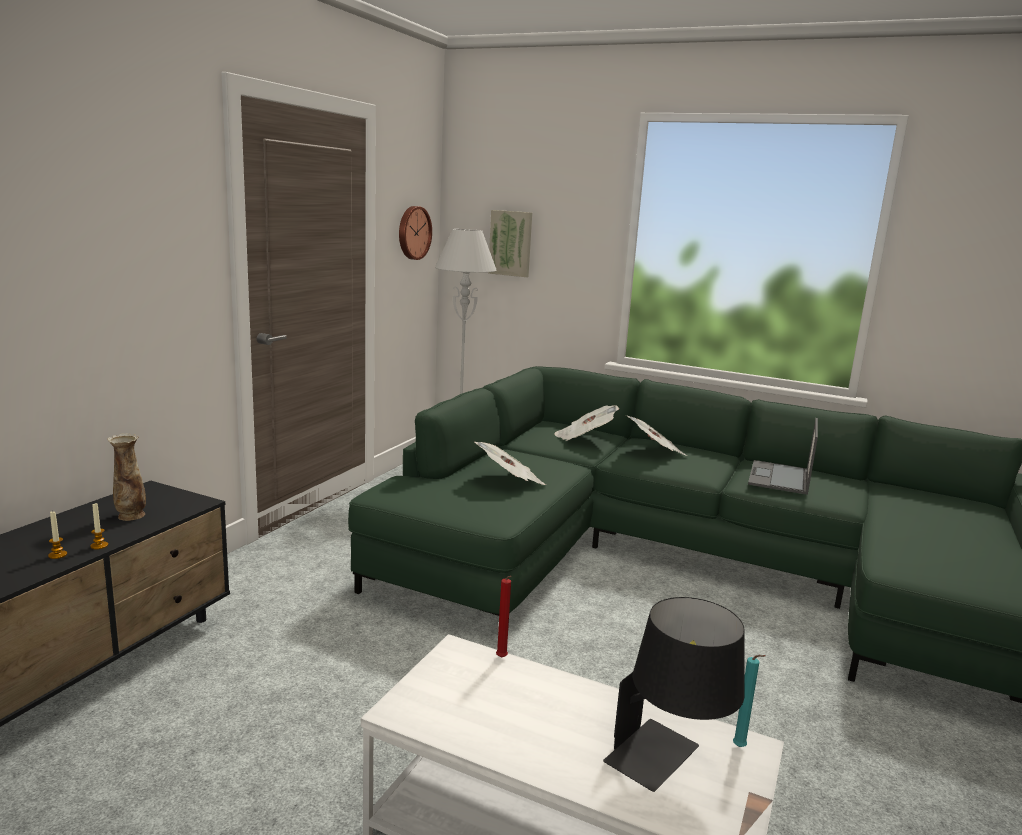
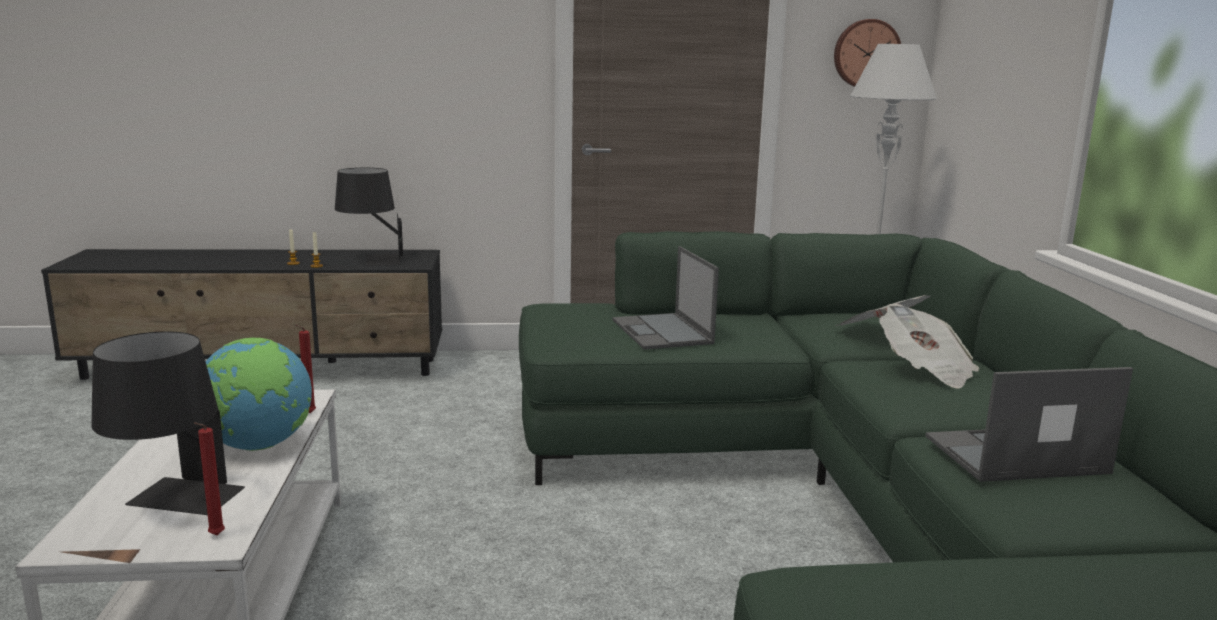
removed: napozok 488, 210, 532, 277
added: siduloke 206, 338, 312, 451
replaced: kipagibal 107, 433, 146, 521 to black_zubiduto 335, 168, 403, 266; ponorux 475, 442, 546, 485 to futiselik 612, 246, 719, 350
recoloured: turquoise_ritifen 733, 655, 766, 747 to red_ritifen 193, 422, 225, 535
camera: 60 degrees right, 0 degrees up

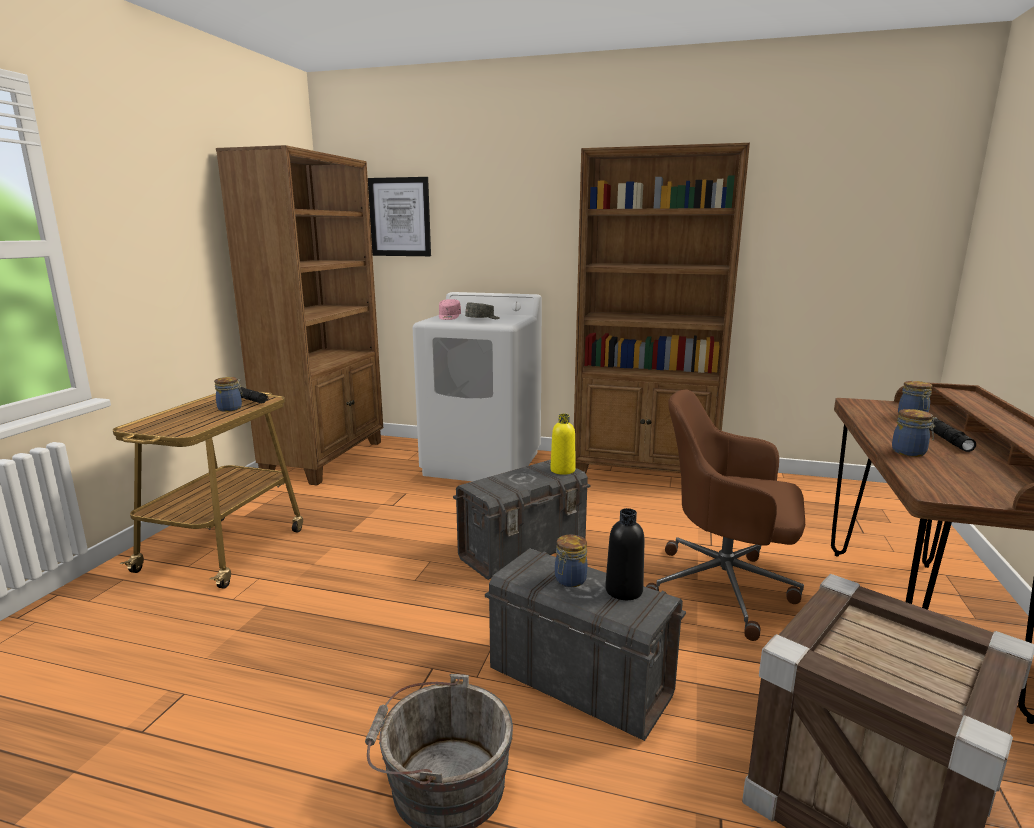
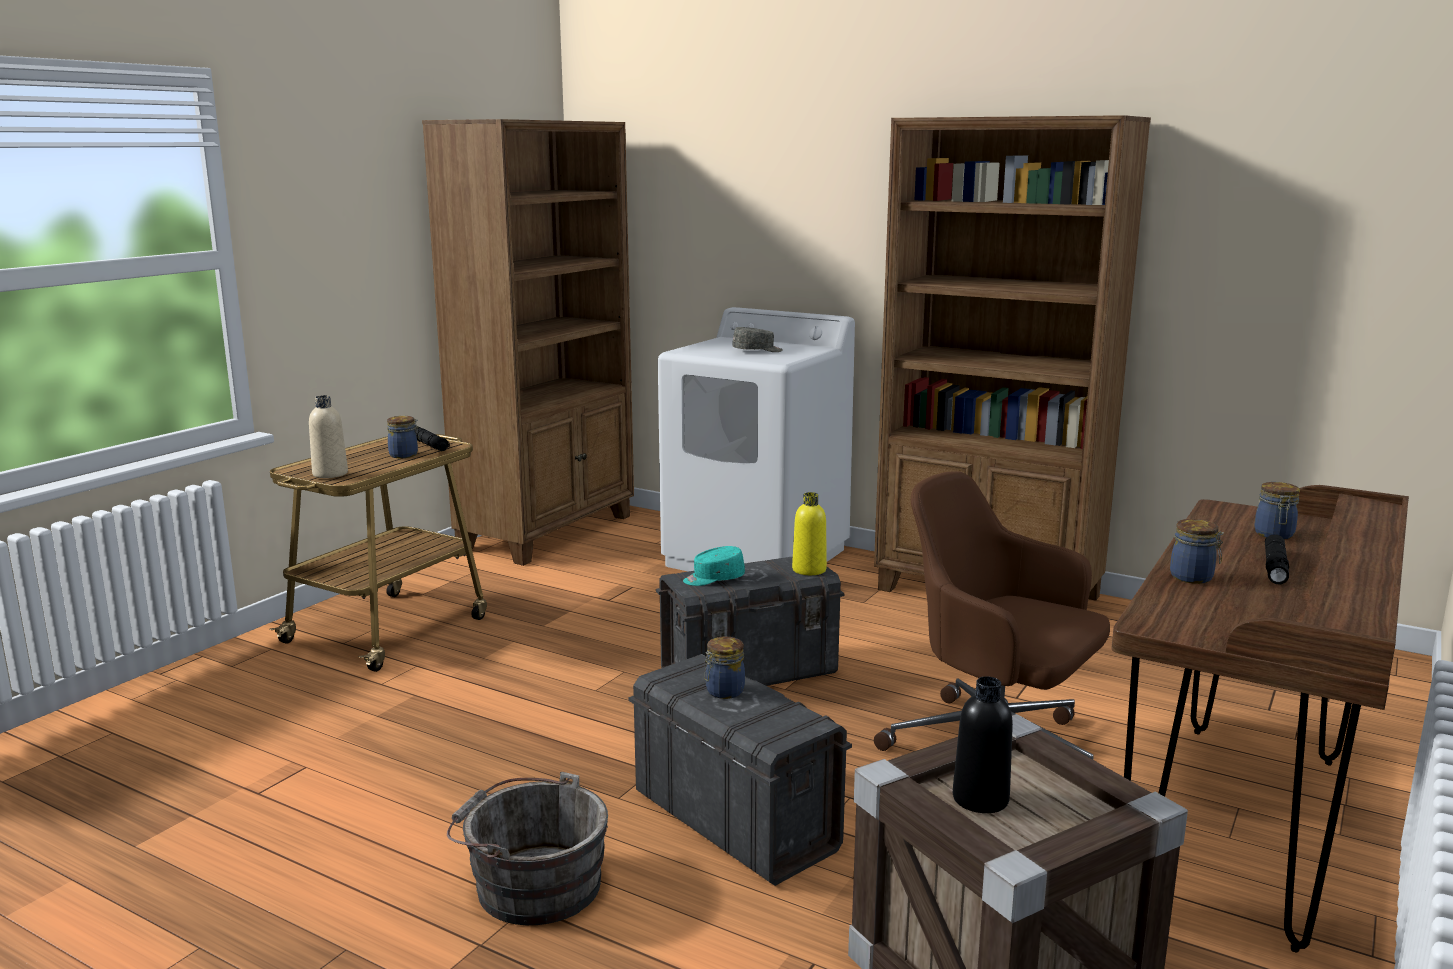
removed: napozok 368, 177, 431, 256; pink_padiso 439, 299, 461, 320
added: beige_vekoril 309, 395, 348, 478; turquoise_padiso 683, 546, 745, 586
moved: black_vekoril 605, 508, 645, 600 to 953, 676, 1013, 813
camera: 15 degrees right, 0 degrees up

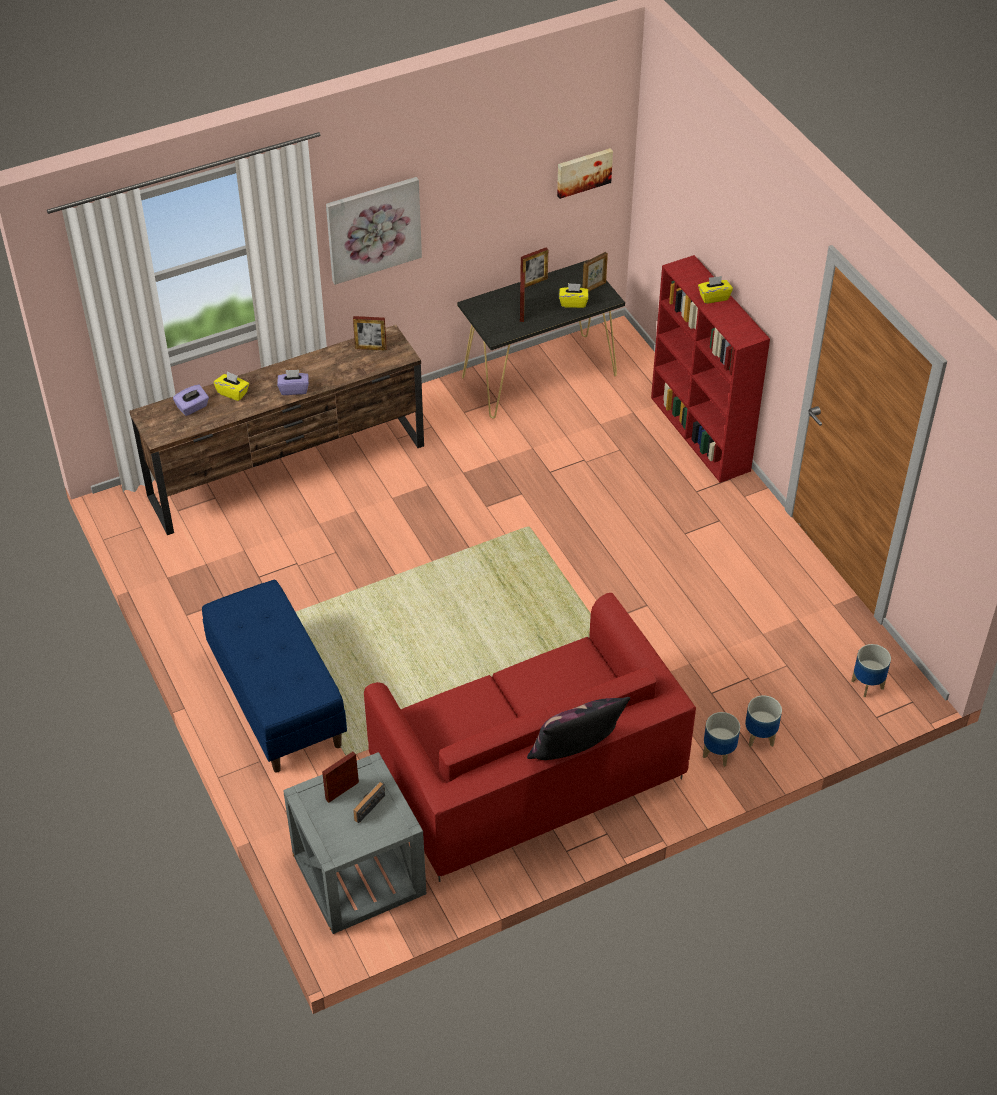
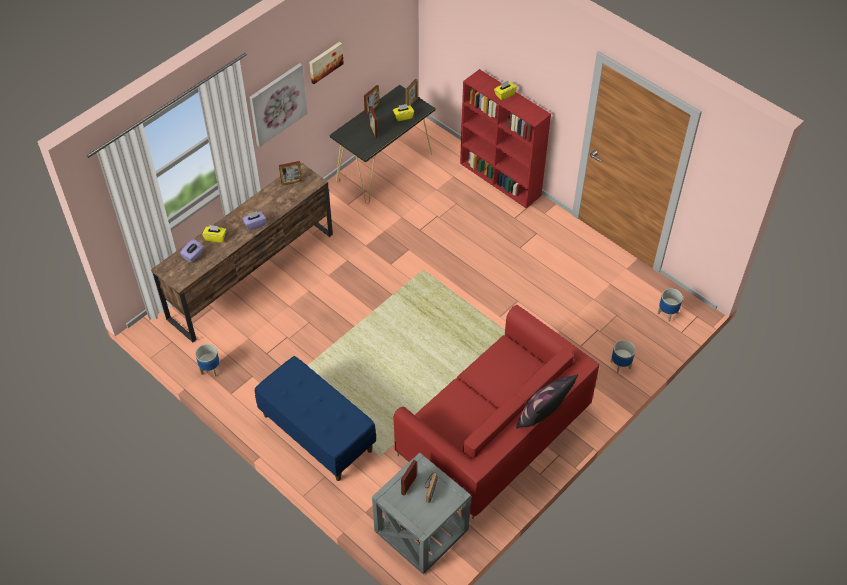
moved: napozok 557, 148, 613, 199 to 309, 42, 344, 84; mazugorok 703, 712, 740, 767 to 195, 344, 220, 377
camera: 20 degrees left, 5 degrees up

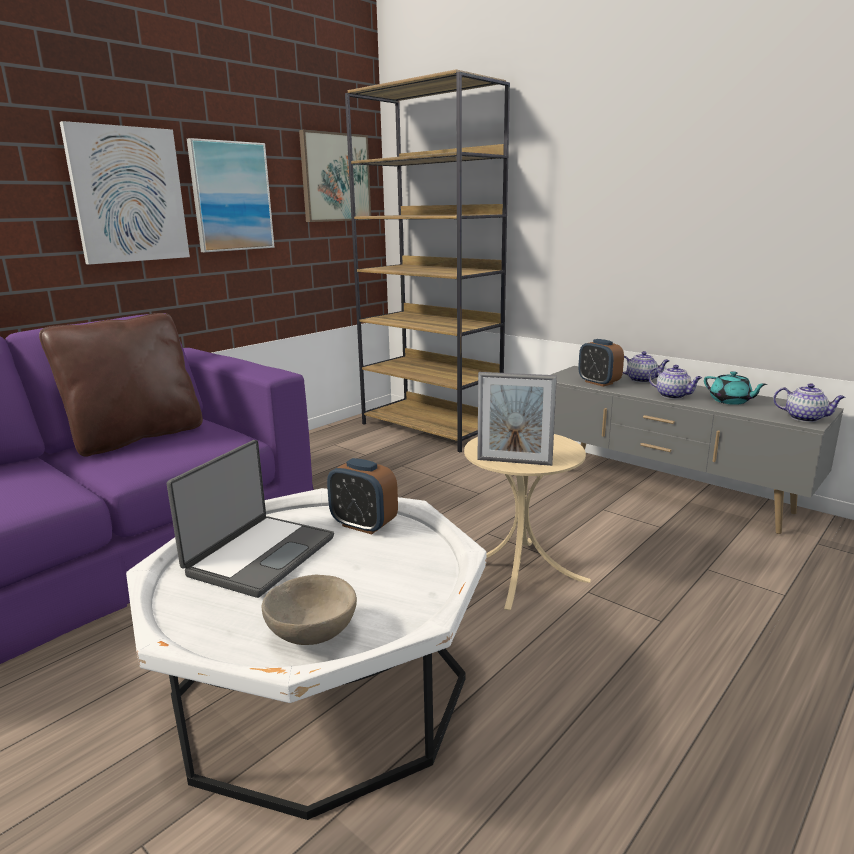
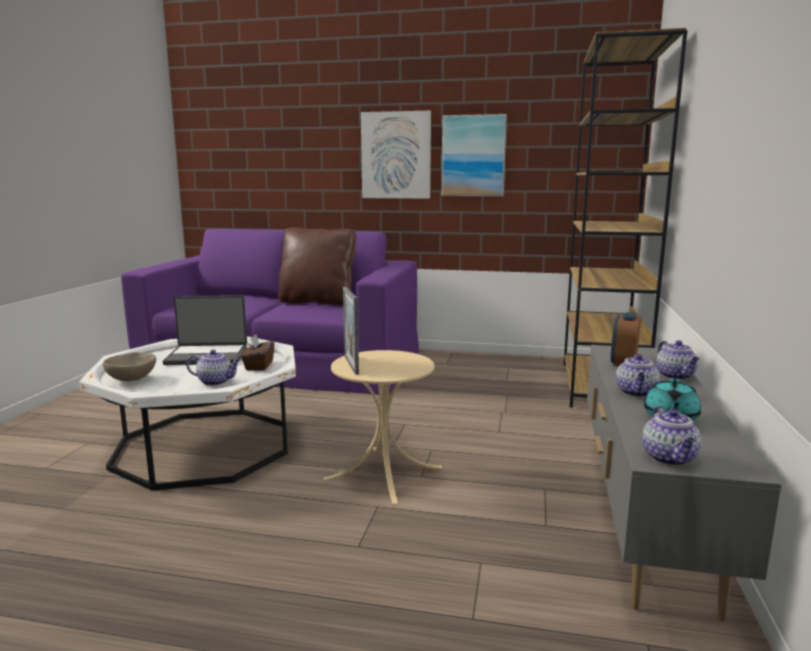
removed: napozok 299, 130, 371, 222
added: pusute 186, 350, 241, 386
replaced: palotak 327, 458, 398, 535 to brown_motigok 241, 335, 274, 370
camera: 60 degrees right, 5 degrees down

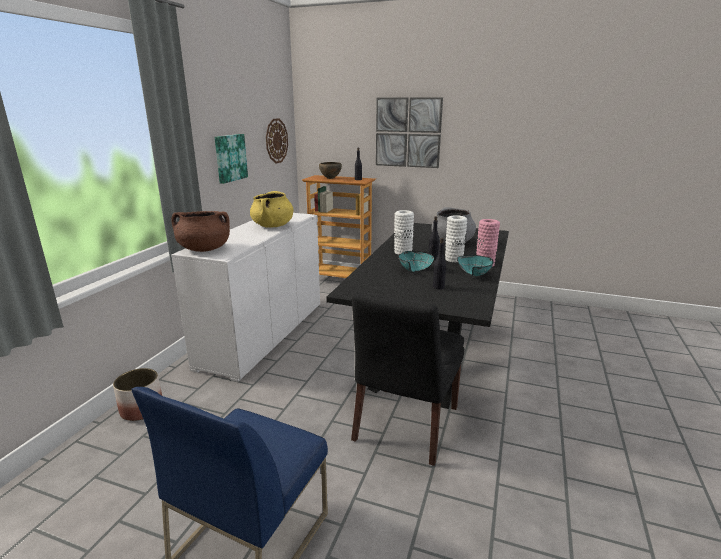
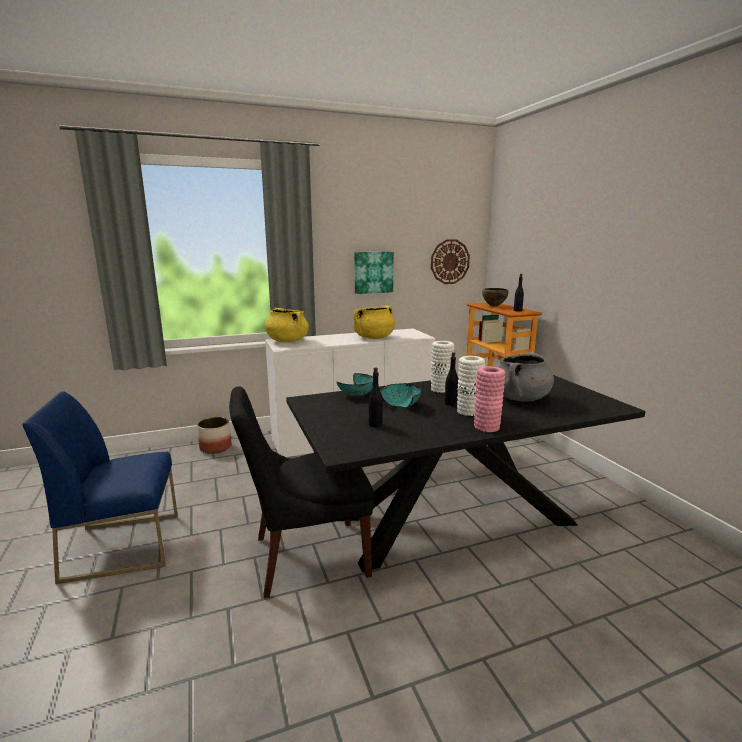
removed: napozok 376, 97, 443, 168
moved: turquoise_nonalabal 457, 255, 494, 276 to 337, 373, 373, 395
recoloured: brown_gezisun 171, 211, 230, 252 to yellow_gezisun 265, 308, 309, 342
camera: 50 degrees right, 5 degrees down

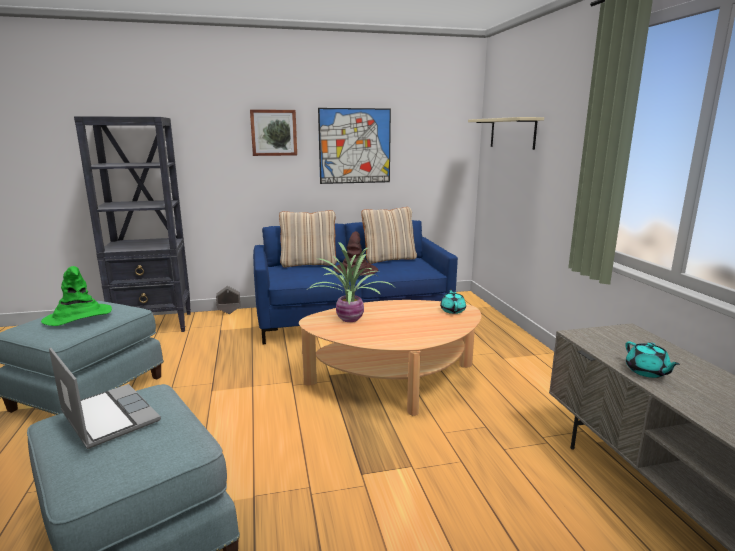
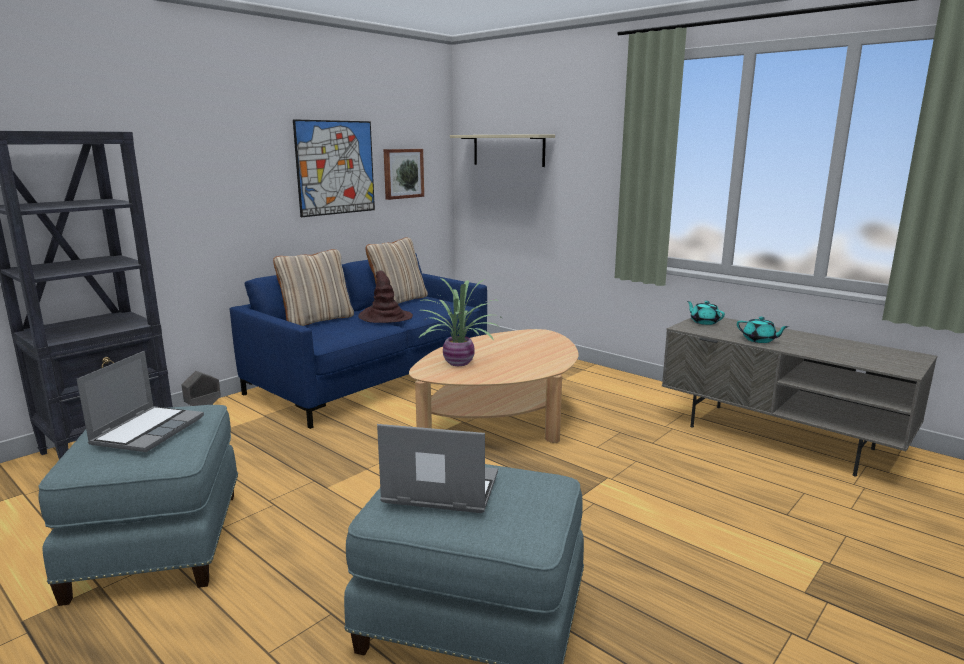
moved: napozok 250, 109, 297, 156 to 384, 149, 424, 200; turquoise_pusute 440, 289, 466, 314 to 687, 301, 725, 325
replaced: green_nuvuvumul 41, 266, 112, 326 to futiselik 77, 351, 204, 452
camera: 35 degrees left, 0 degrees up

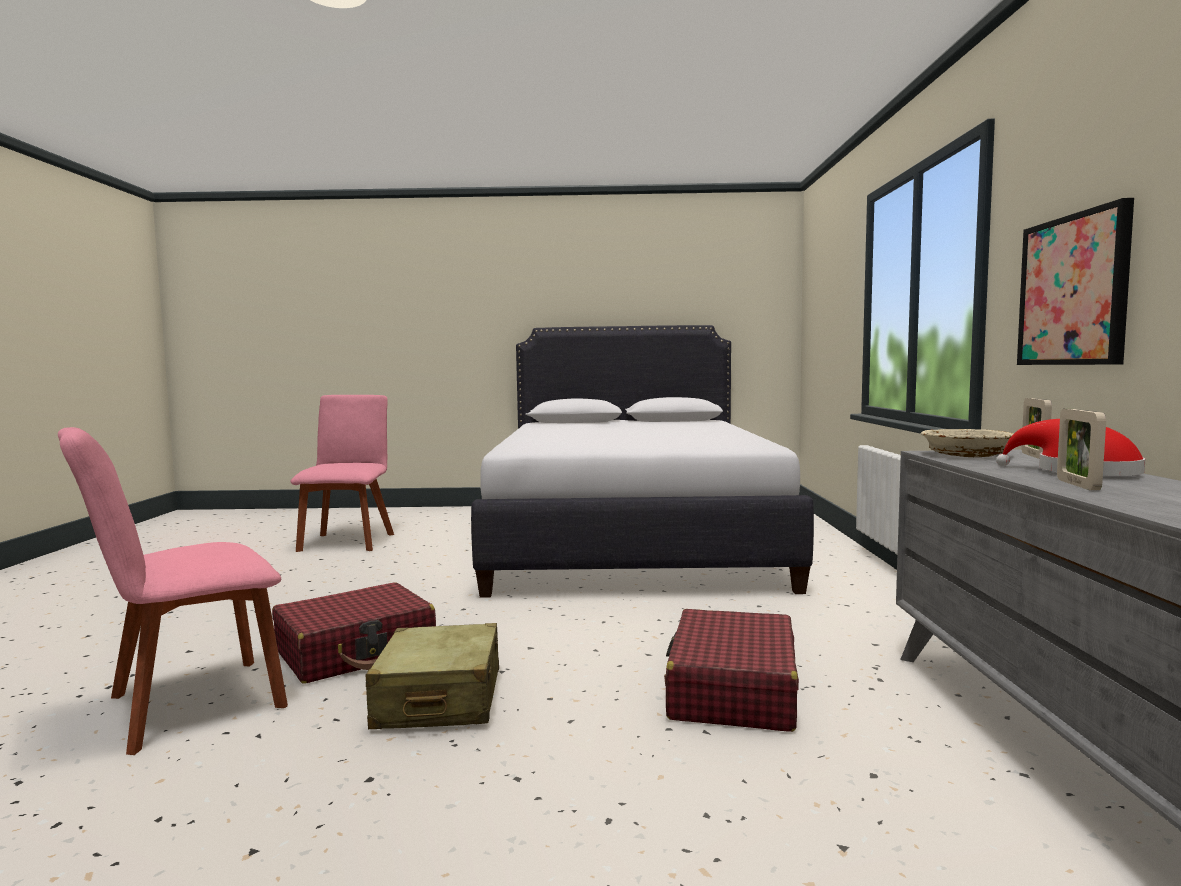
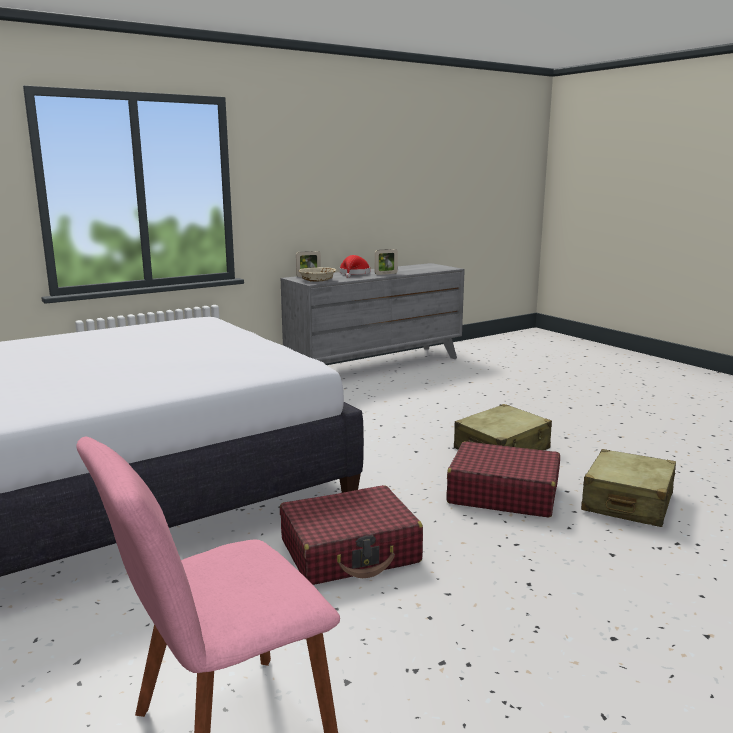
removed: napozok 1017, 198, 1134, 365
moved: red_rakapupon 664, 609, 799, 732 to 280, 485, 423, 585
replaced: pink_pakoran 58, 427, 288, 755 to beige_rakapupon 581, 449, 676, 527
camera: 125 degrees left, 10 degrees up

